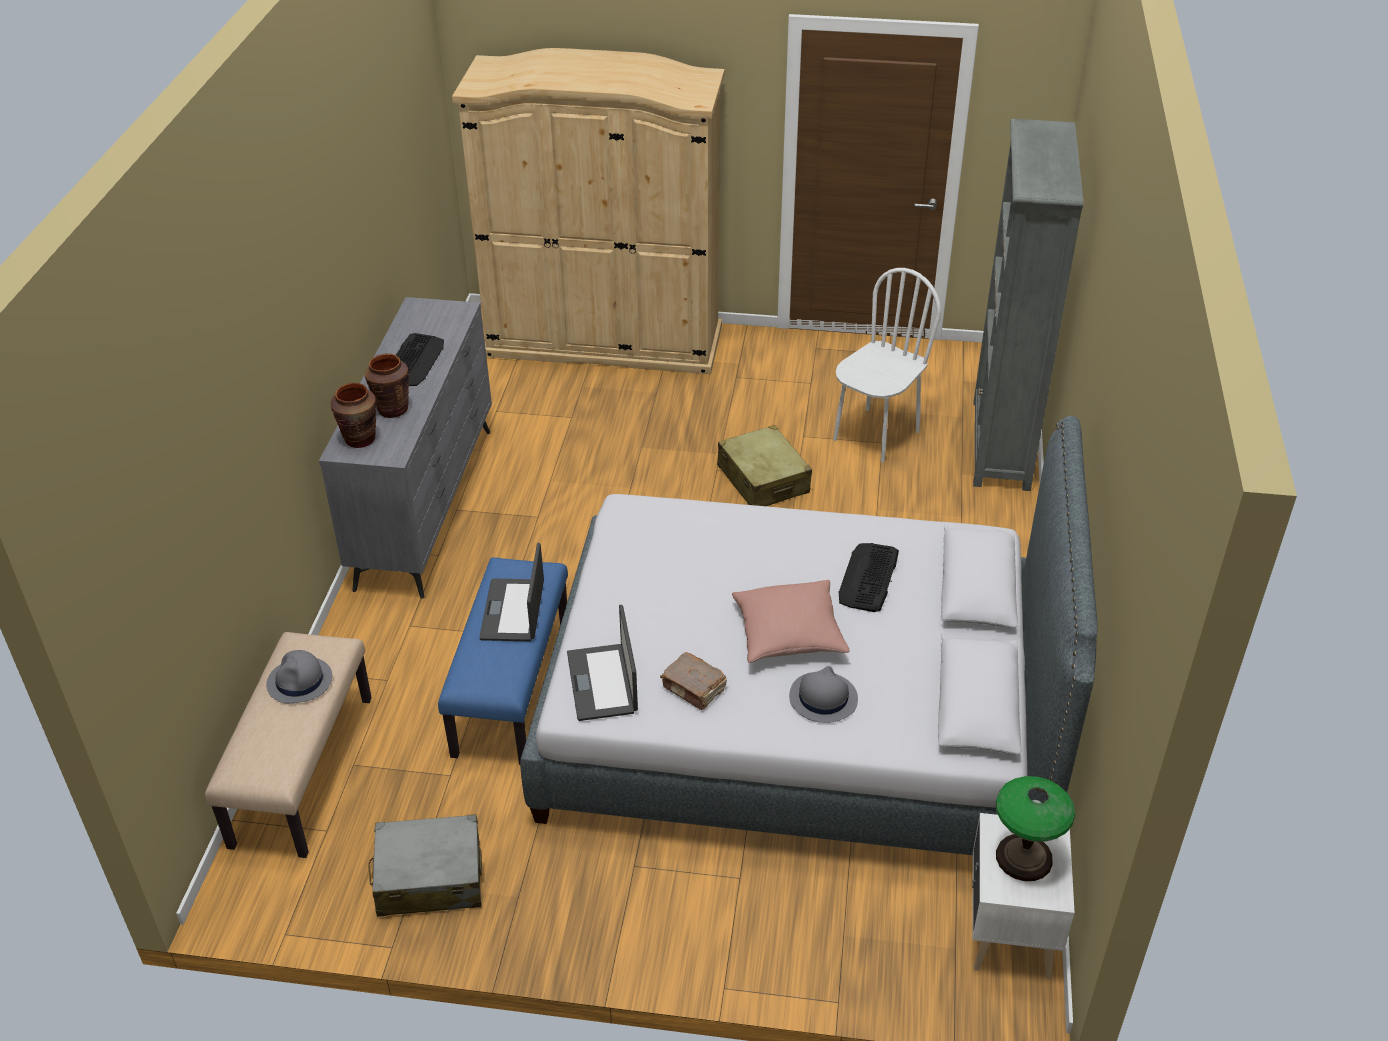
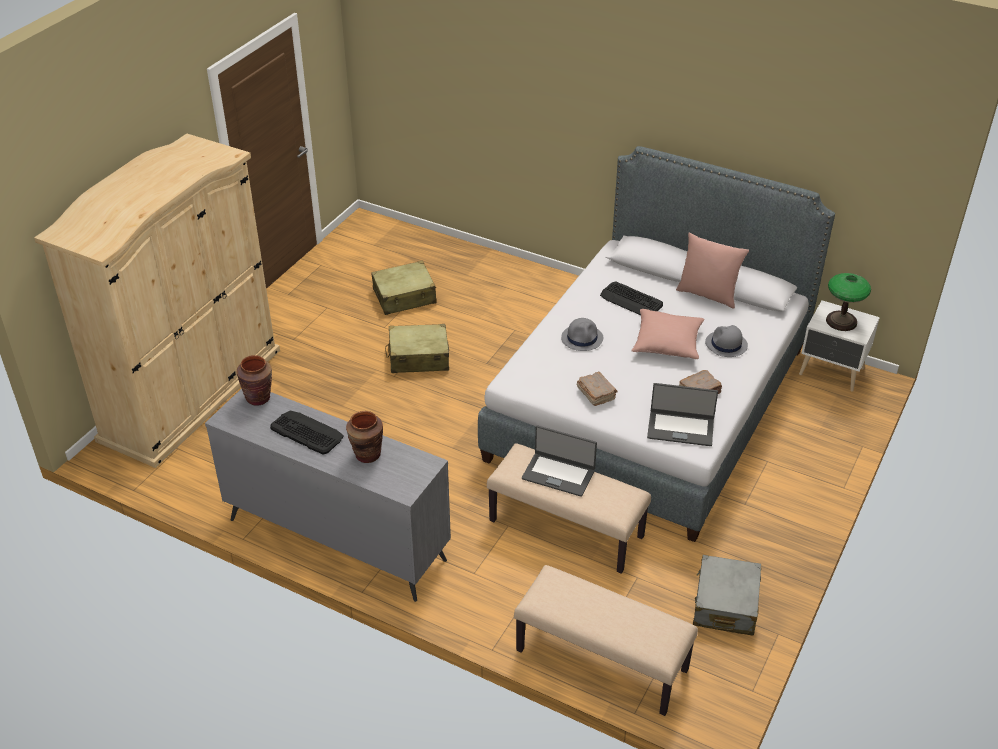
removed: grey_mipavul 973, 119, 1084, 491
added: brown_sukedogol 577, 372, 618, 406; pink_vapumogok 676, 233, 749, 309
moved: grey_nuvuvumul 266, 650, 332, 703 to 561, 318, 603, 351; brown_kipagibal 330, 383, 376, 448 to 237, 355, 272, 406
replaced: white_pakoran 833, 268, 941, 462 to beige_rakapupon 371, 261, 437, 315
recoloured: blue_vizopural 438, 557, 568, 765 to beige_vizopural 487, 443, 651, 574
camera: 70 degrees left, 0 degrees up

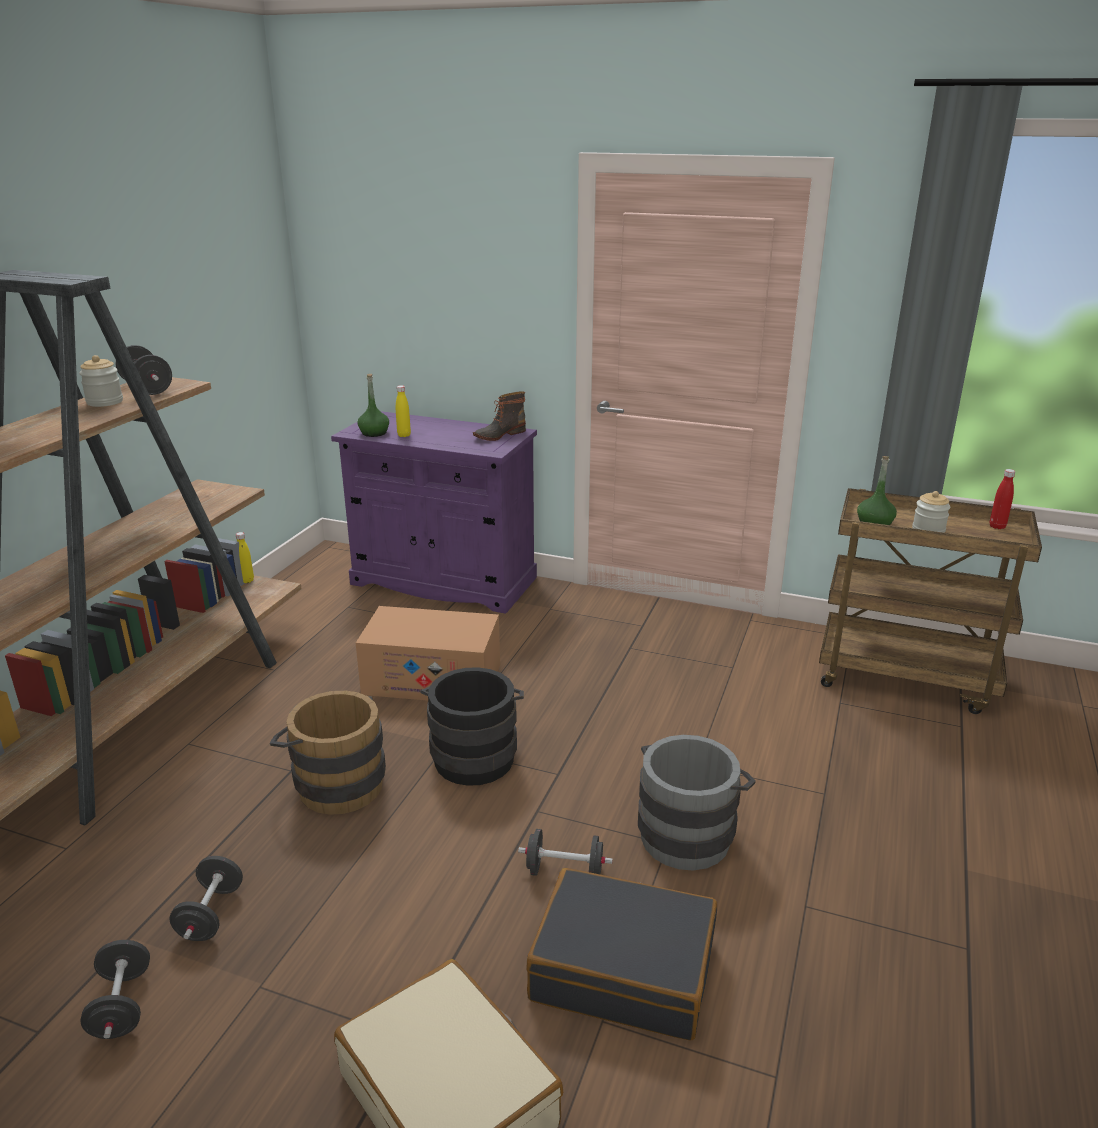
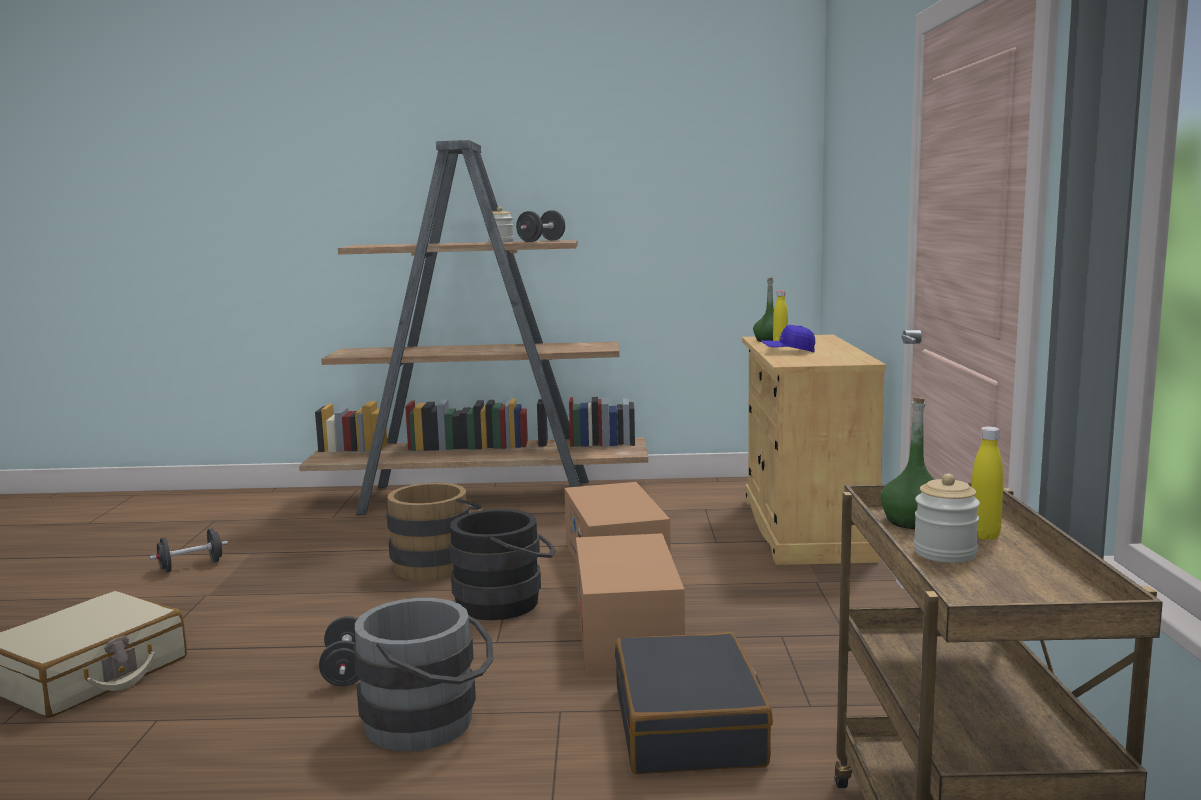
removed: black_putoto 169, 856, 243, 941; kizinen 473, 391, 526, 441; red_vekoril 990, 469, 1015, 529
added: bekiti 576, 533, 685, 670; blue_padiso 761, 325, 815, 353
moved: yellow_vekoril 236, 532, 254, 583 to 971, 426, 1004, 540; black_rakapupon 526, 868, 717, 1041 to 615, 632, 773, 774
recoloured: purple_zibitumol 331, 411, 537, 614 to beige_zibitumol 742, 335, 886, 565
camera: 70 degrees right, 15 degrees down

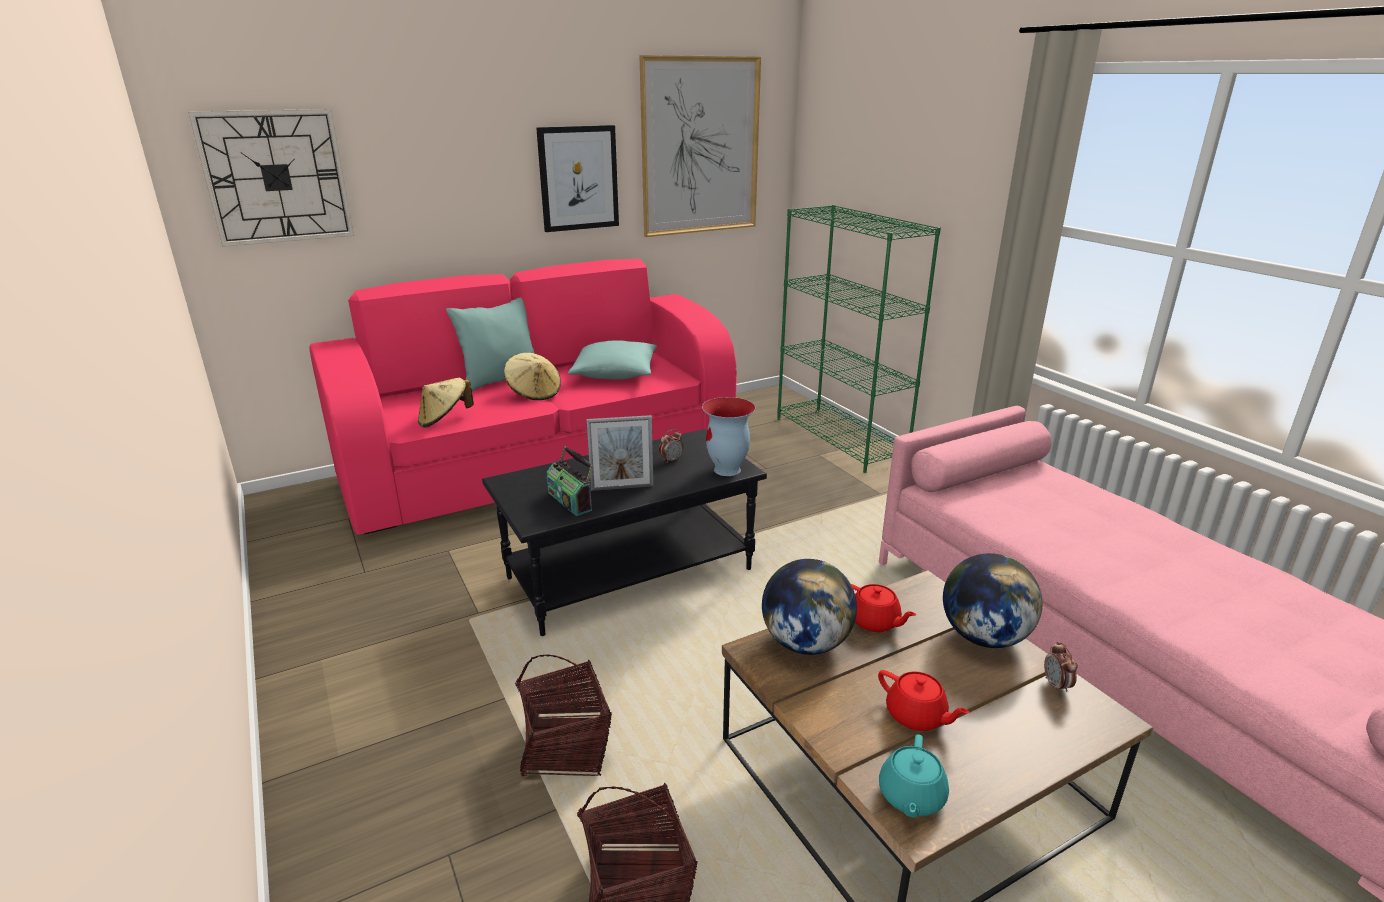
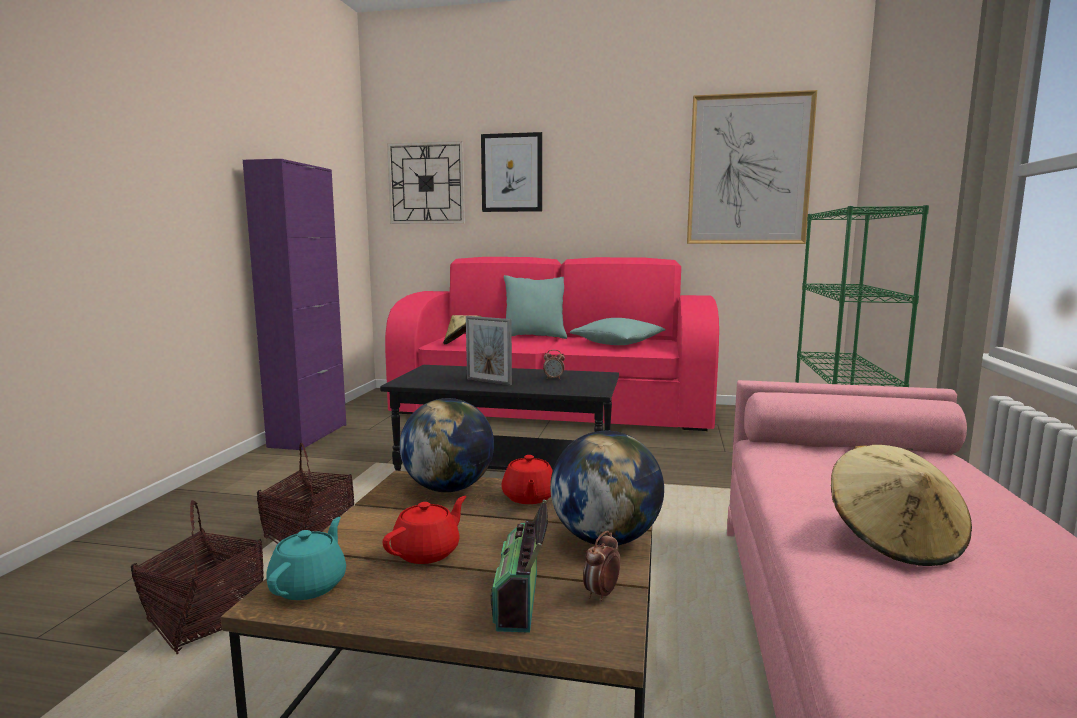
removed: kipagibal 702, 397, 755, 476
added: purple_zibitumol 243, 159, 346, 450
moved: beige_nuvuvumul 504, 353, 561, 400 to 831, 445, 972, 566; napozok 536, 125, 619, 232 to 481, 132, 542, 212; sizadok 546, 446, 594, 516 to 490, 499, 548, 633
turned: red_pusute 878, 670, 970, 731 = 382, 496, 466, 564 135 degrees counterclockwise; turquoise_pusute 879, 734, 949, 818 = 267, 517, 346, 600 135 degrees clockwise
camera: 40 degrees right, 15 degrees down

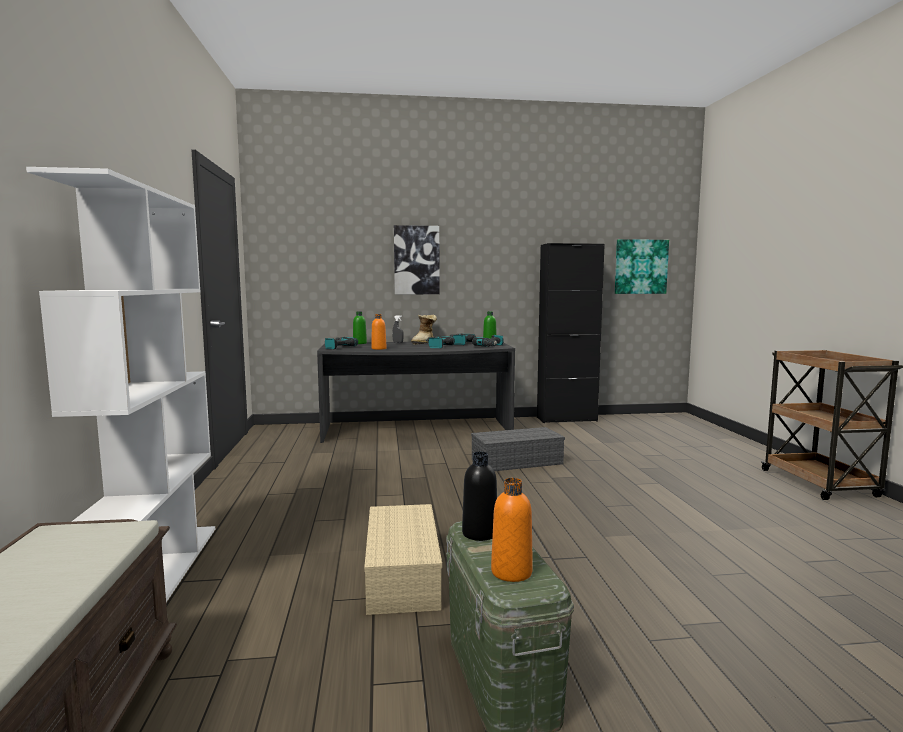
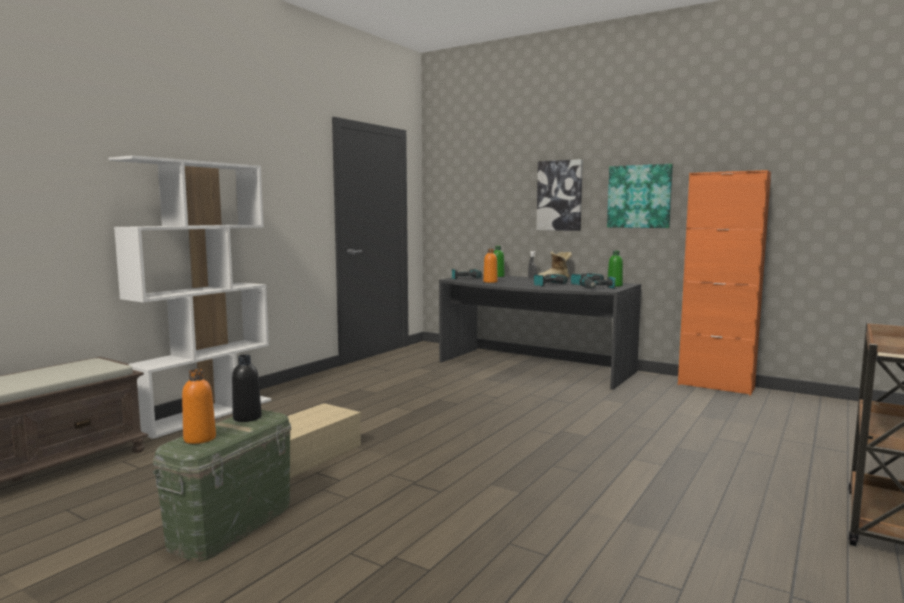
removed: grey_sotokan 471, 427, 565, 471
moved: napozok 615, 239, 669, 294 to 607, 164, 673, 228
recoloured: black_zibitumol 537, 243, 605, 423 to orange_zibitumol 678, 170, 771, 396
camera: 40 degrees right, 0 degrees up

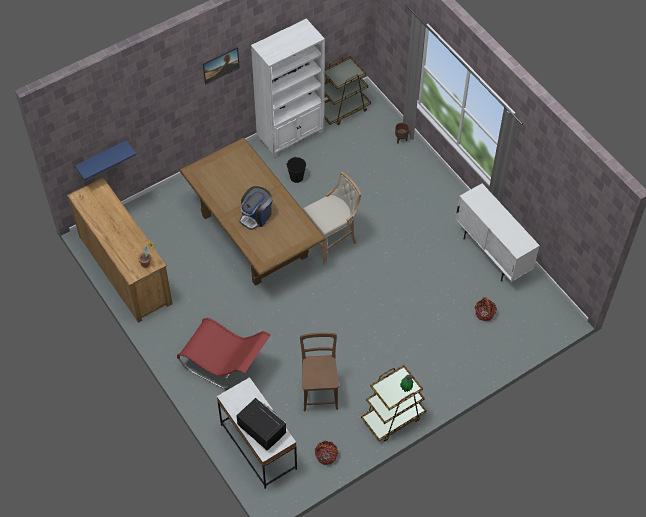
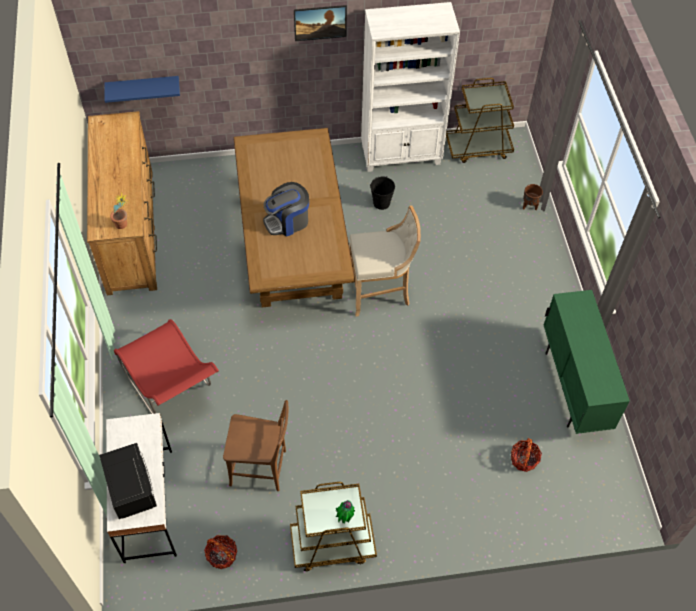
recoloured: white_zibitumol 456, 183, 540, 282 to green_zibitumol 544, 290, 630, 434
turned: brown_pakoran 300, 333, 340, 412 = 223, 400, 288, 491 75 degrees clockwise
camera: 25 degrees right, 0 degrees up

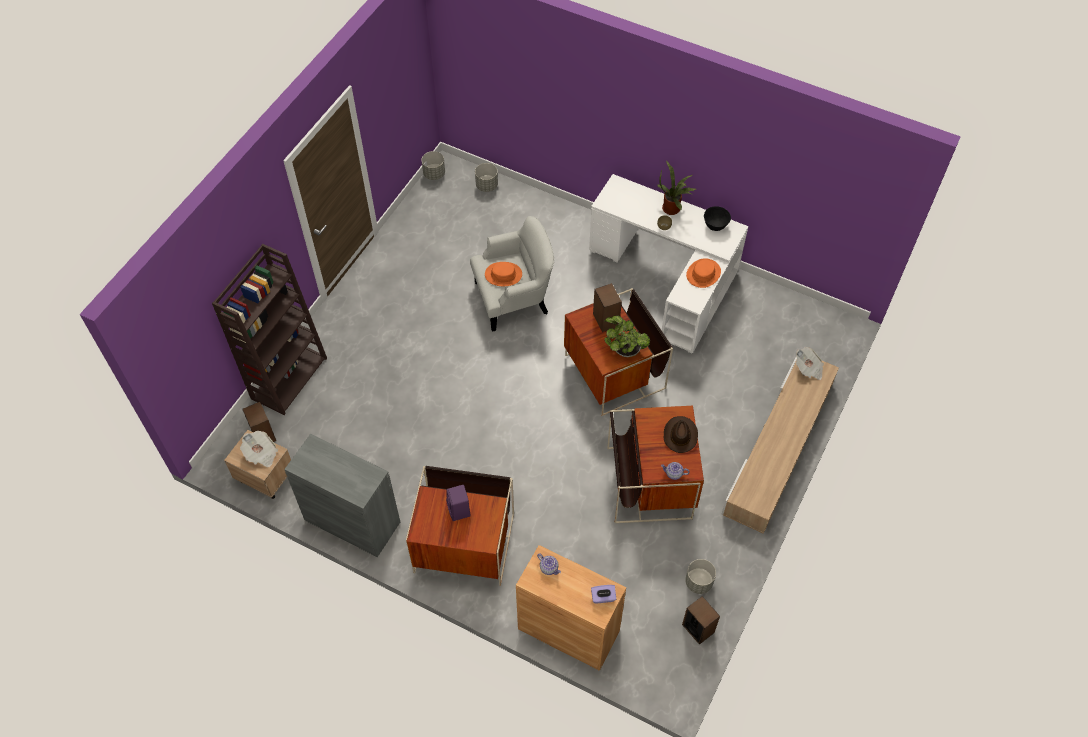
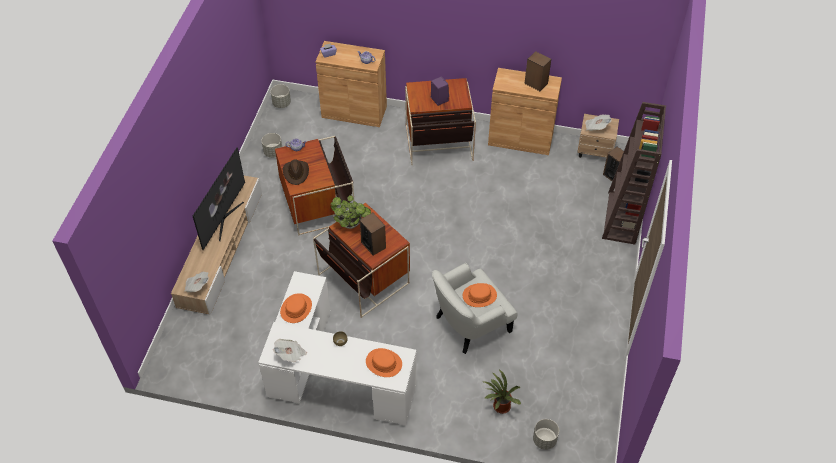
added: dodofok 193, 147, 245, 250; orange_nuvuvumul 366, 348, 402, 377
moved: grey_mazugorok 422, 151, 445, 180 to 271, 84, 291, 108; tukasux 657, 161, 696, 215 to 484, 369, 522, 414; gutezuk 682, 596, 720, 645 to 524, 51, 551, 91
replaced: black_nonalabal 704, 206, 731, 231 to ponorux 273, 339, 307, 363
recoloured: grey_zibitumol 284, 434, 400, 557 to brown_zibitumol 488, 68, 562, 155
camera: 165 degrees right, 5 degrees down

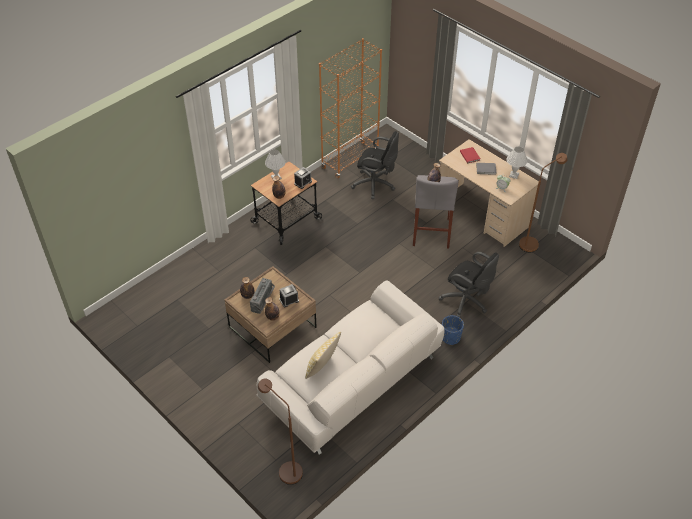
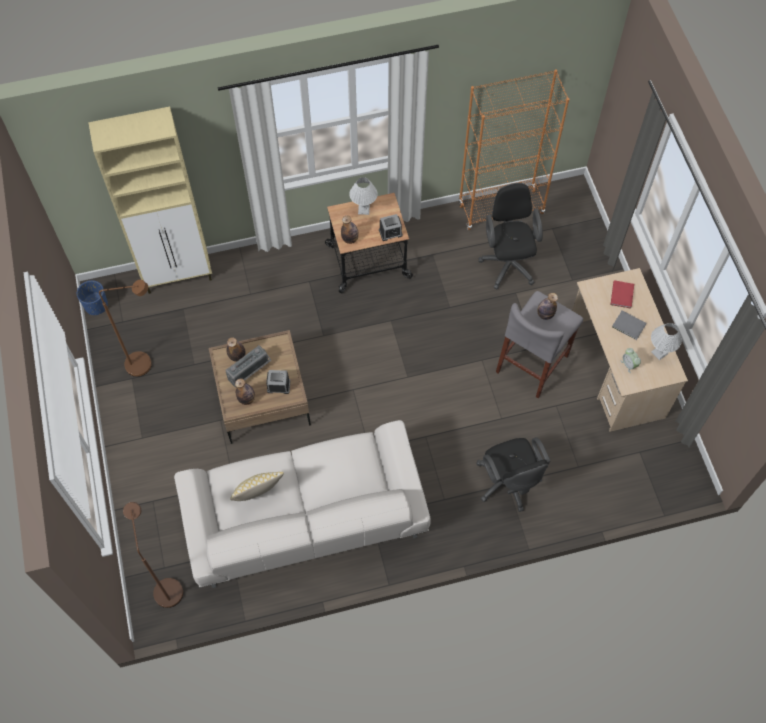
added: beige_zibitumol 88, 107, 212, 294
moved: blue_mazugorok 442, 315, 464, 345 to 77, 280, 108, 315; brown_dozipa 519, 153, 568, 252 to 99, 280, 152, 377
turned: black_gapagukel 351, 131, 399, 199 = 478, 183, 543, 289 150 degrees counterclockwise
camera: 30 degrees right, 15 degrees up

